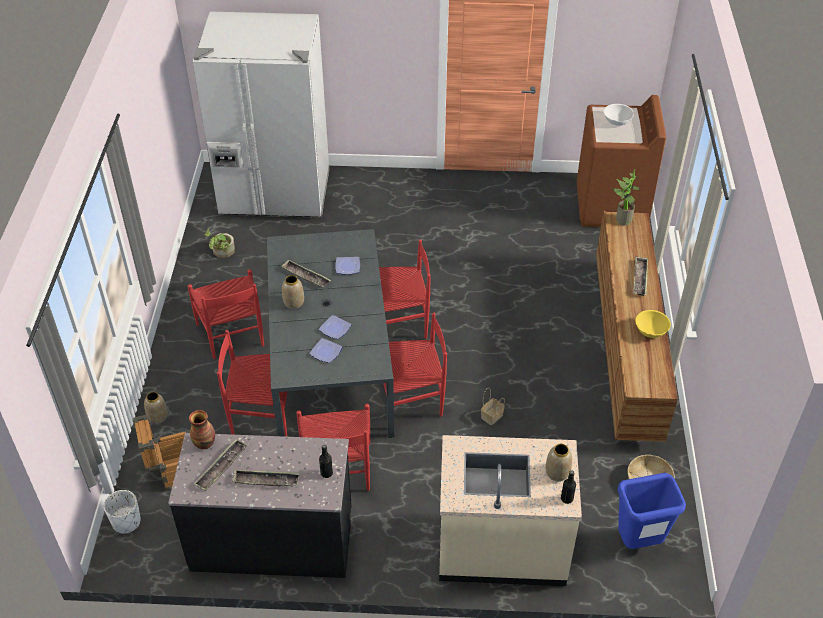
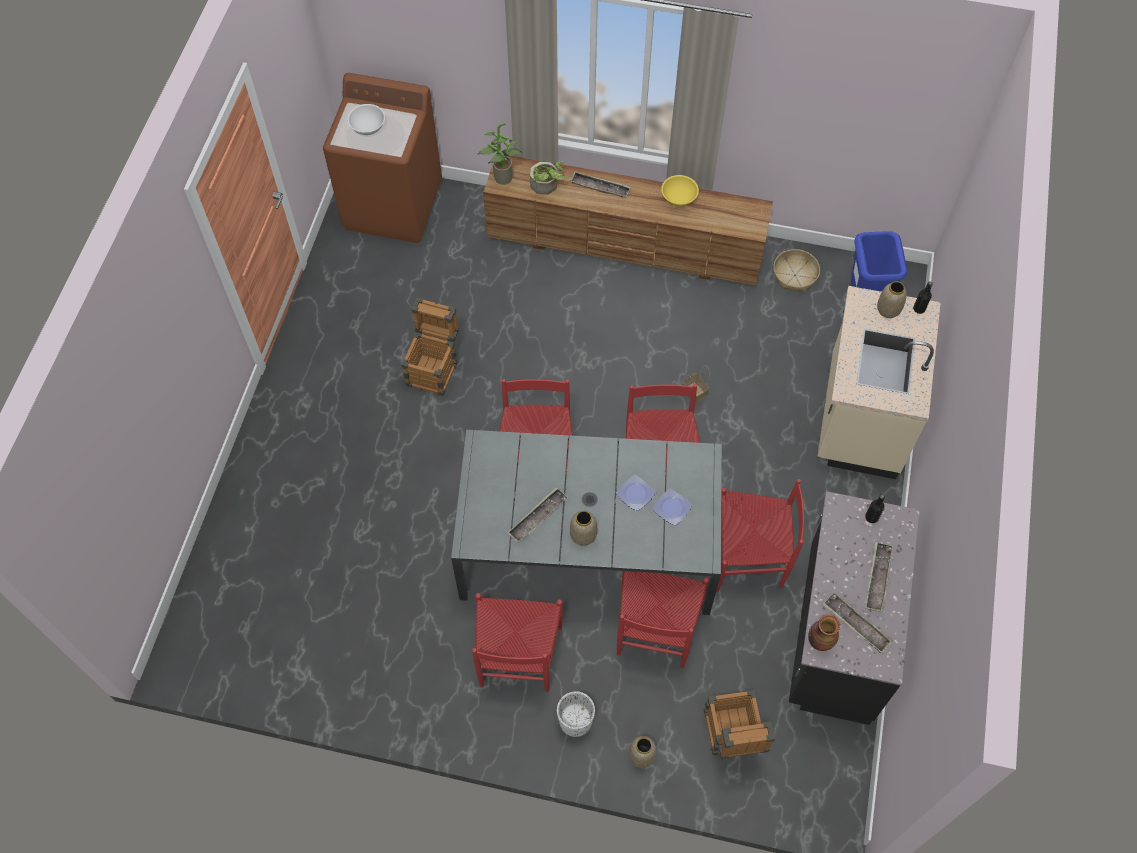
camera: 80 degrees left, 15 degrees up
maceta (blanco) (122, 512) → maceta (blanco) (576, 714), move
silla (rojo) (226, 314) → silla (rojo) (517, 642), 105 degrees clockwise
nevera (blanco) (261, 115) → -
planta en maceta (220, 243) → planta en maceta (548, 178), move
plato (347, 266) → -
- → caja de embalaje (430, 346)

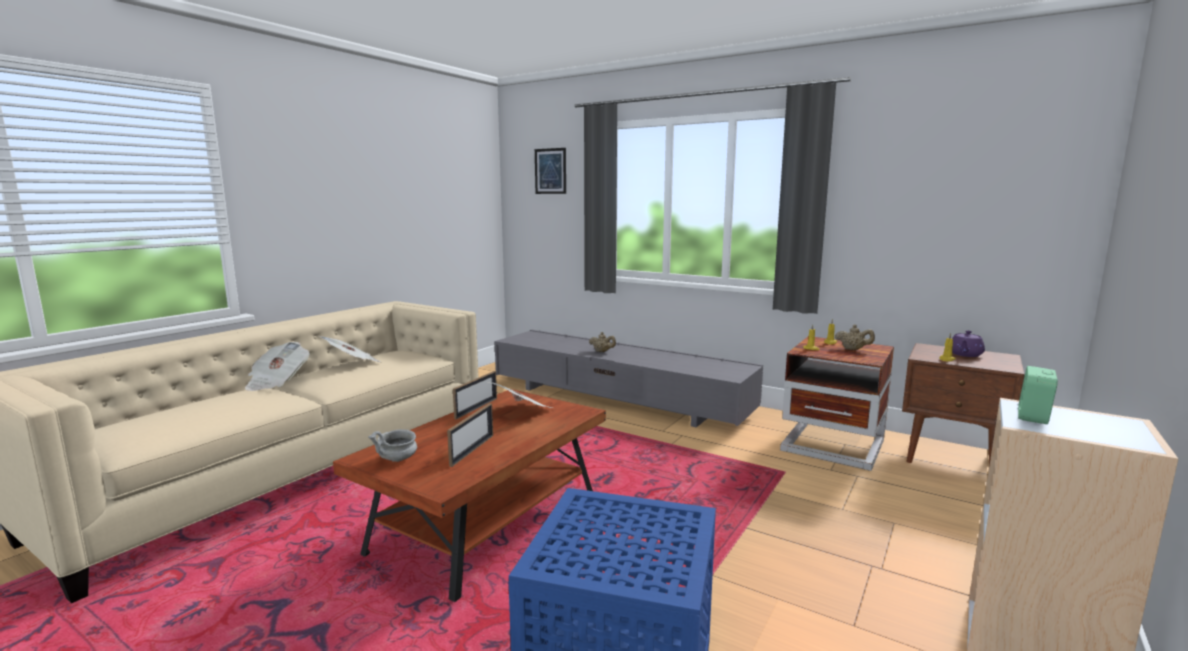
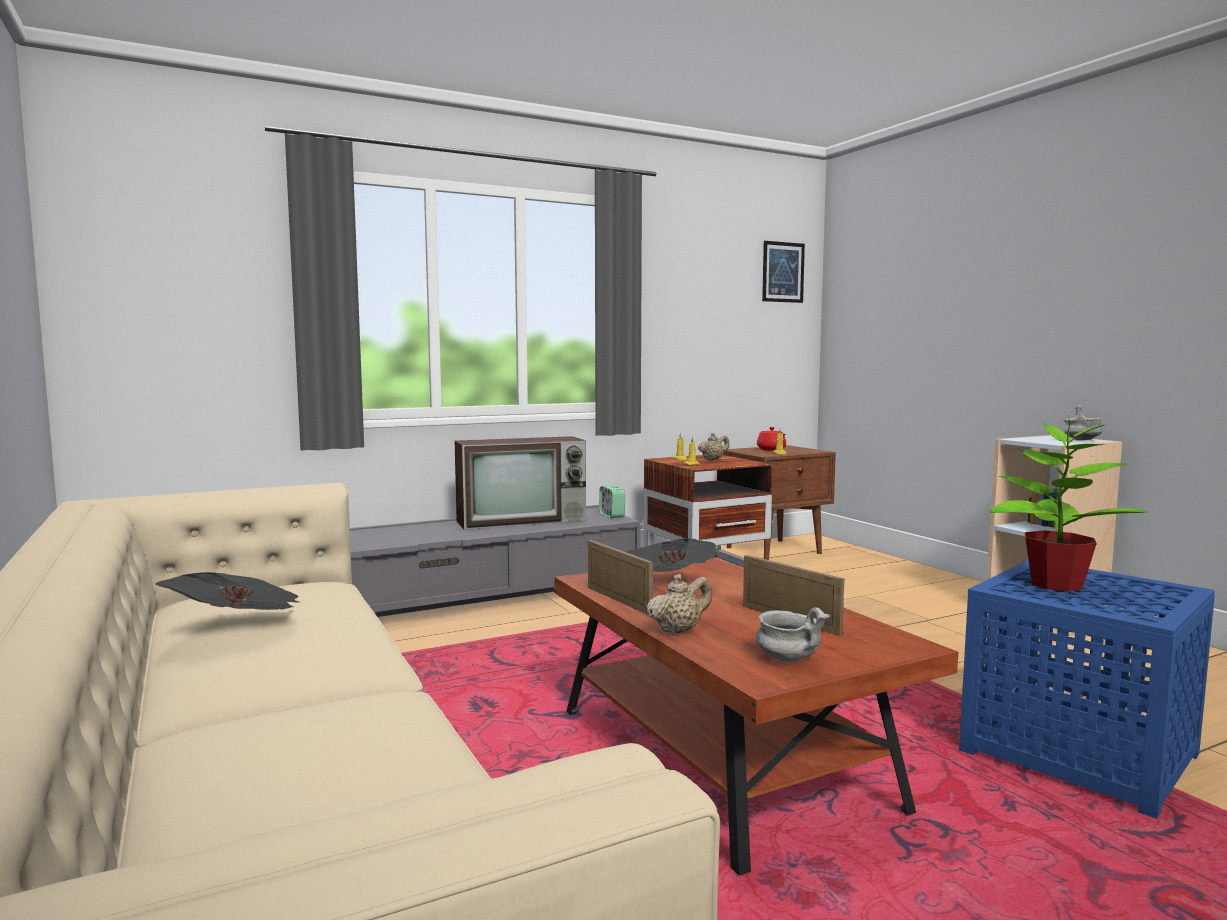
camera: 60 degrees left, 5 degrees down
periódico (277, 366) → -
cuadro (550, 171) → cuadro (783, 272), move
tetera (beis) (602, 342) → tetera (beis) (679, 604), move
tetera (morado) (968, 344) → tetera (rojo) (771, 439)
despertador (1038, 395) → despertador (612, 502), move
- → televisor (520, 483)
- → planta en maceta (1069, 503)
- → cuenco (gris) (1083, 422)

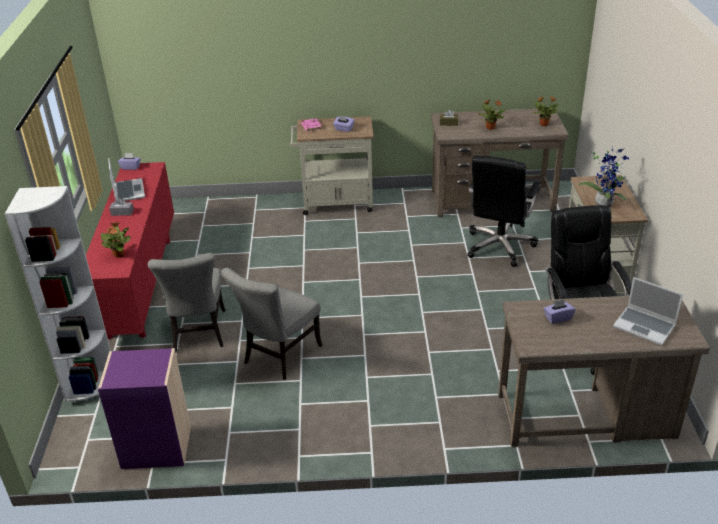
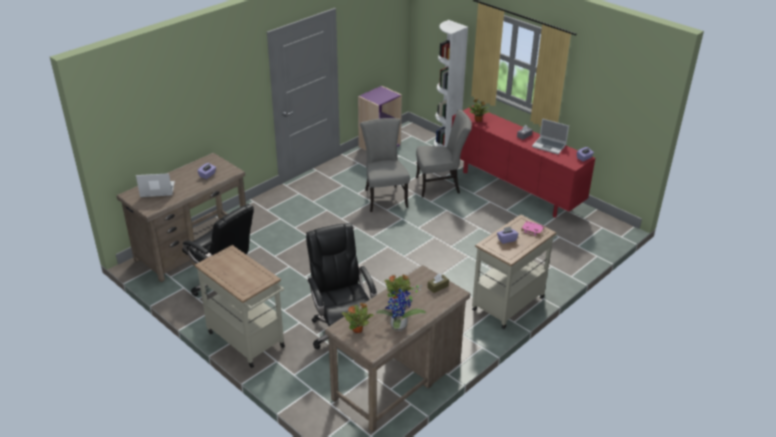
camera: 135 degrees right, 0 degrees up
silla (gris) (186, 302) → silla (gris) (444, 154), 135 degrees clockwise
planta en maceta (603, 176) → planta en maceta (401, 308), move

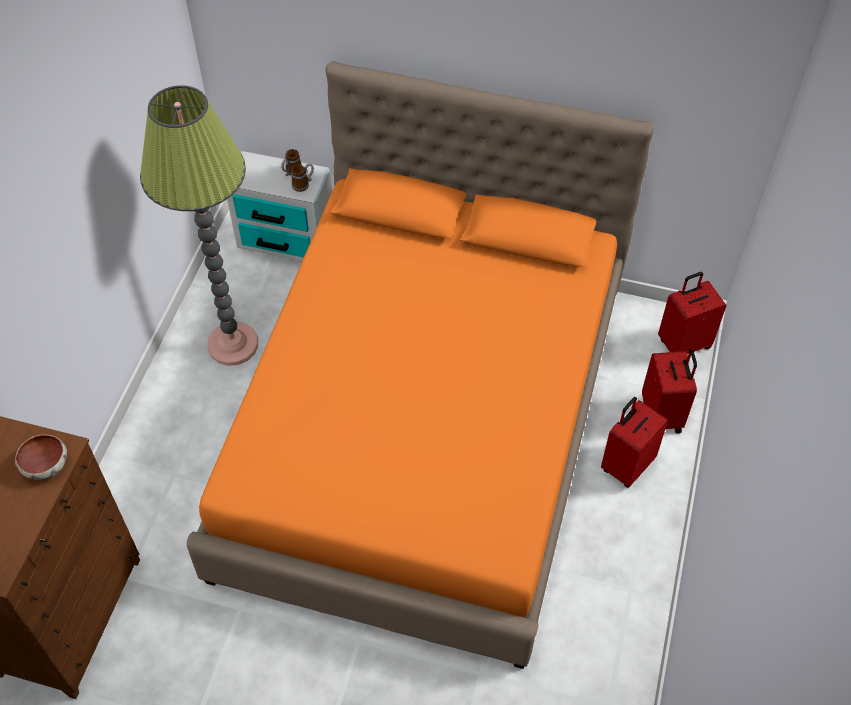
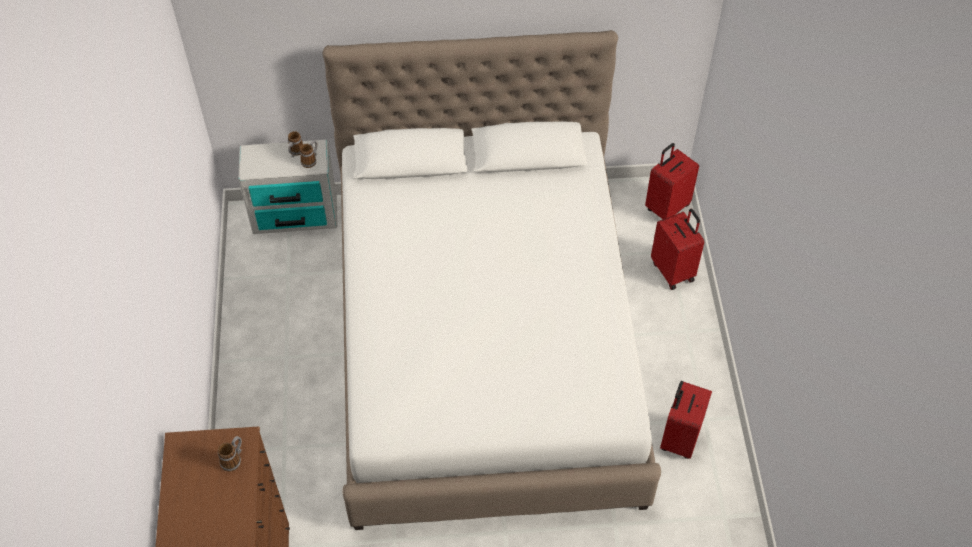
camera: 20 degrees left, 0 degrees up
cuenco (41, 457) → taza grande (230, 454)
lámpara de pie (199, 225) → -
cama (naranja) (420, 365) → cama (blanco) (491, 280)
maleta (rojo) (634, 442) → maleta (rojo) (686, 420), move

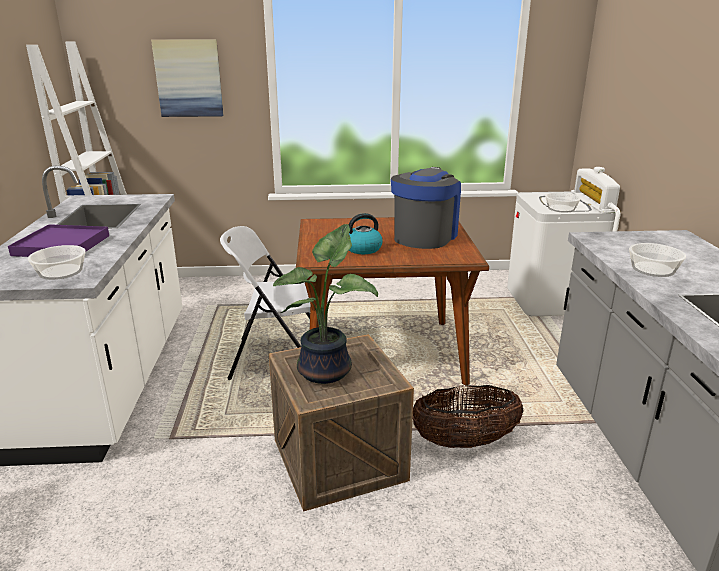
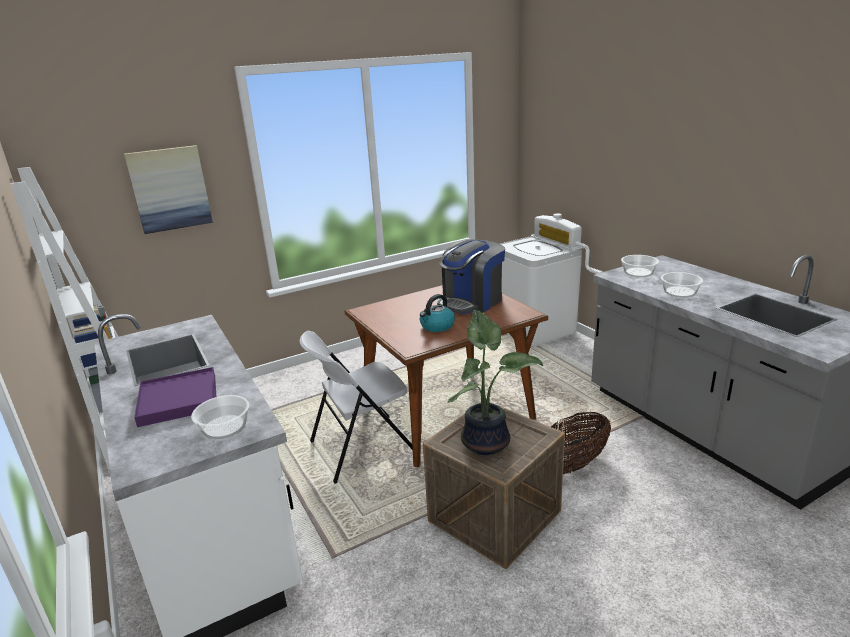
camera: 25 degrees left, 0 degrees up
cafetera (426, 208) → cafetera (471, 277), 135 degrees counterclockwise
cuenco (563, 202) → cuenco (640, 266), move

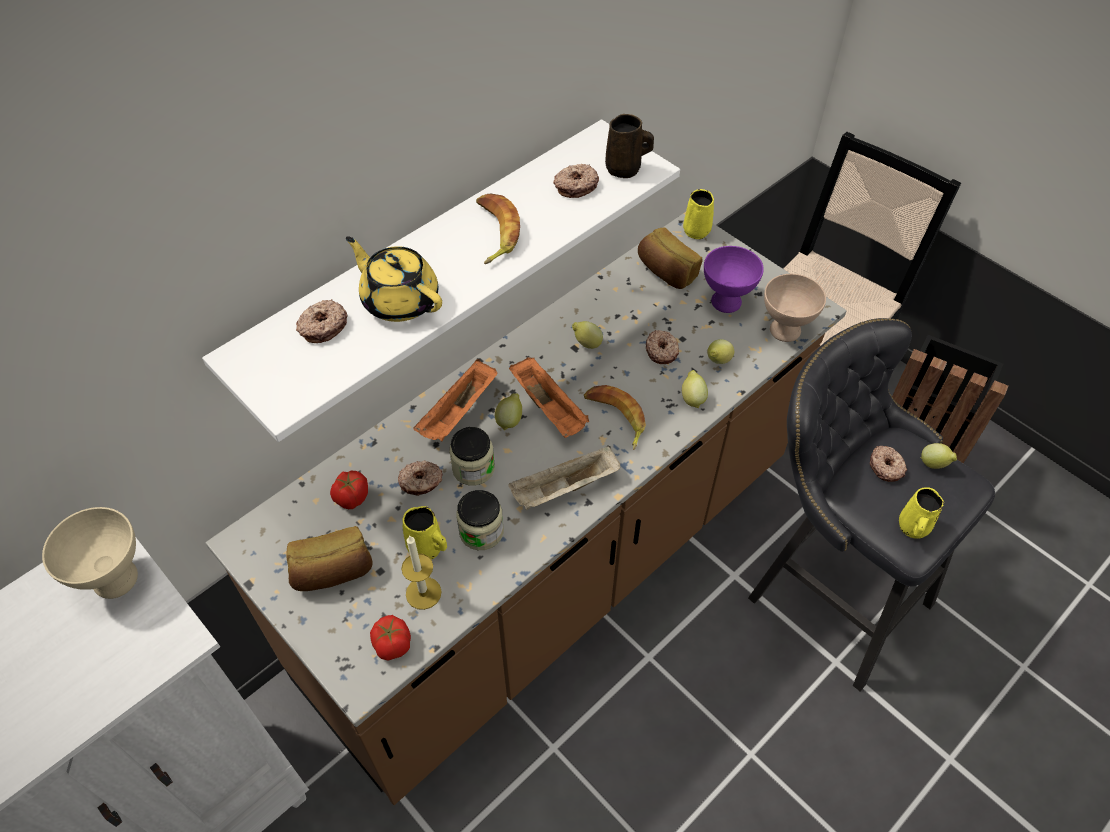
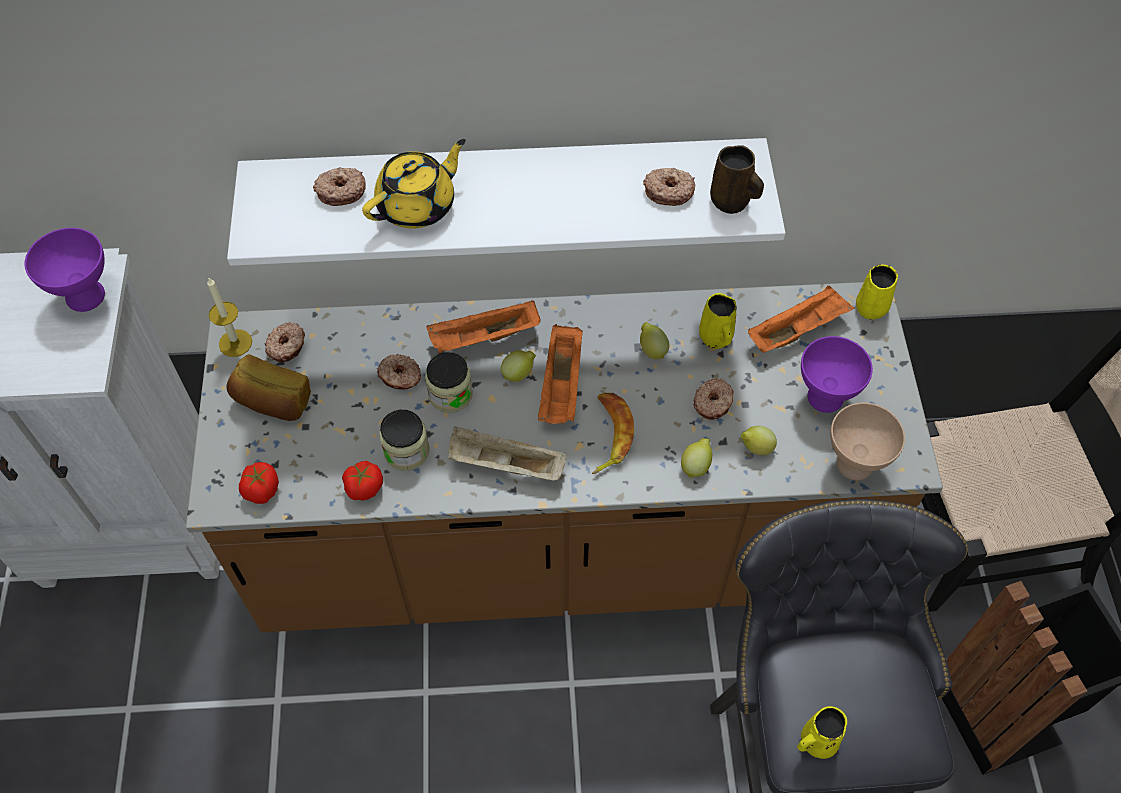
camera: 40 degrees right, 5 degrees up
cuenco (beis) (90, 553) → cuenco (morado) (65, 270)
tomate (349, 490) → tomate (362, 481), move
tetera (amarillo) (394, 279) → tetera (amarillo) (414, 184), 60 degrees clockwise
vela (421, 572) → vela (229, 317), move
taza grande (amarillo) (424, 533) → taza grande (amarillo) (718, 321), move
plátano (498, 229) → -
pan (670, 258) → bandeja (naranja) (801, 319)
rosquilla (888, 464) → rosquilla (285, 342), move
limón (938, 456) → -

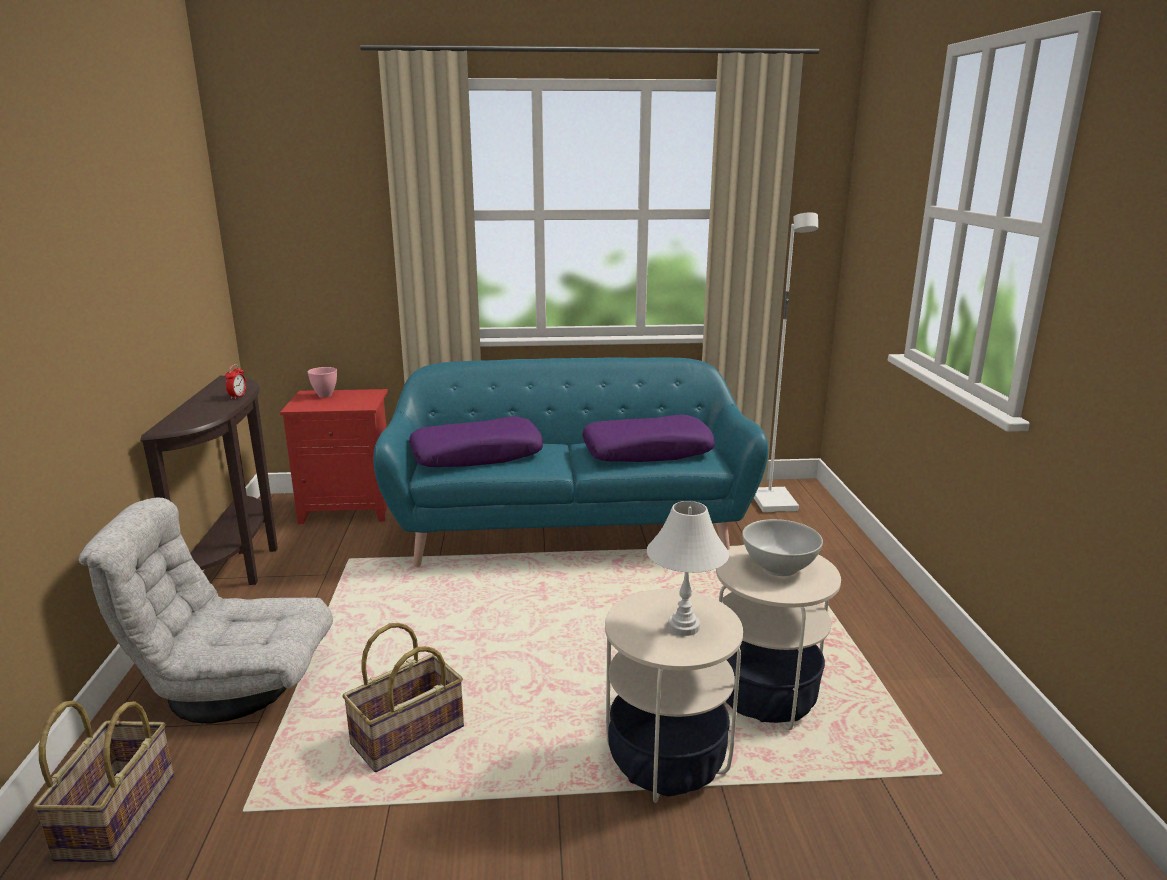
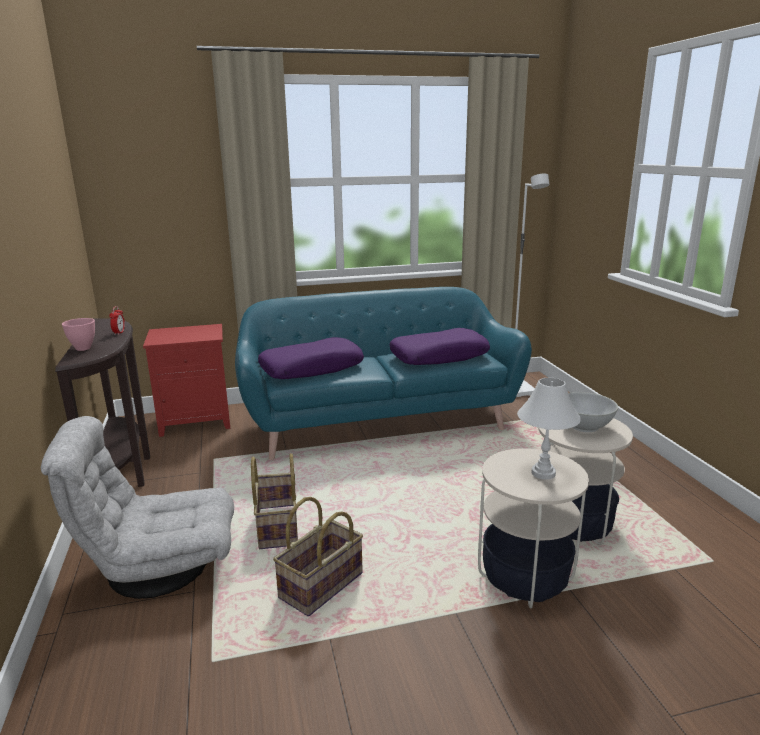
camera: 10 degrees left, 0 degrees up
cesta (103, 781) → cesta (274, 501), move
cuenco (rosa) (322, 382) → cuenco (rosa) (78, 334), move

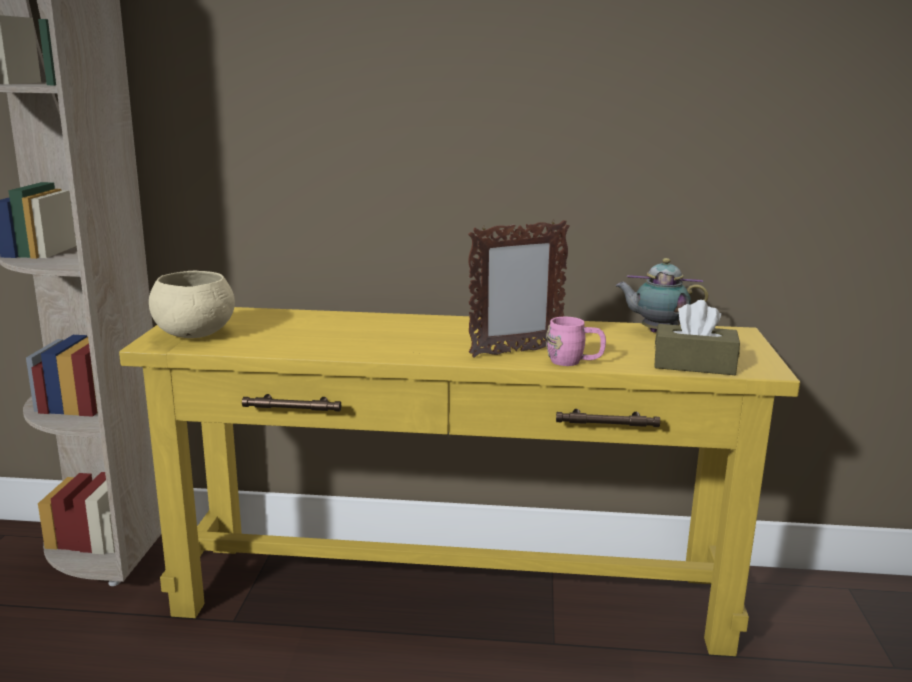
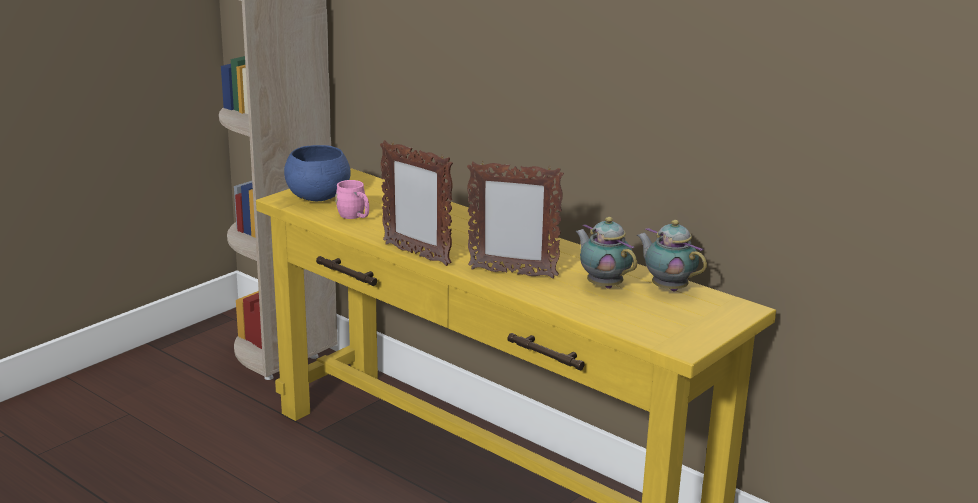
camera: 35 degrees right, 5 degrees up
cuenco (beis) (192, 304) → cuenco (azul) (317, 173)
taza grande (rosa) (576, 341) → taza grande (rosa) (352, 199), move
caja de pañuelos (marrón) (697, 337) → -
- → portarretratos (416, 203)
- → tetera (606, 253)

